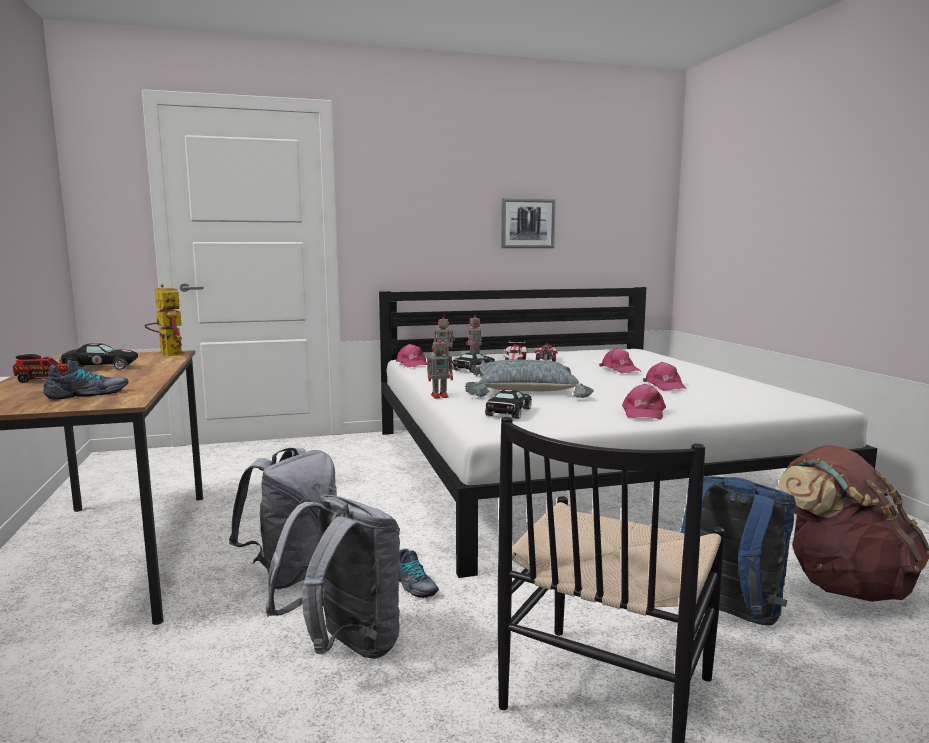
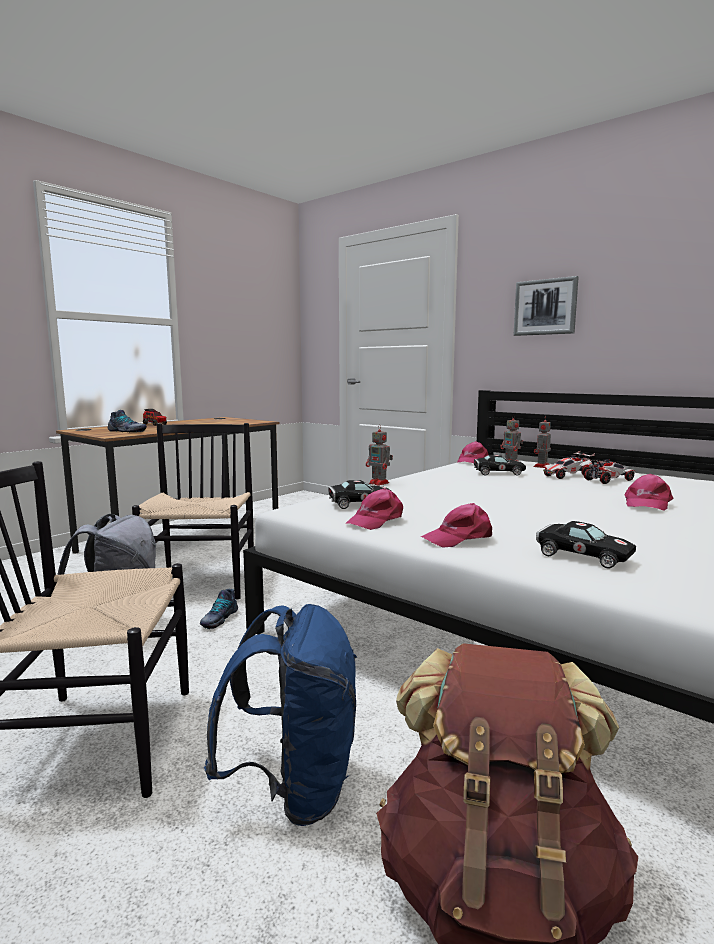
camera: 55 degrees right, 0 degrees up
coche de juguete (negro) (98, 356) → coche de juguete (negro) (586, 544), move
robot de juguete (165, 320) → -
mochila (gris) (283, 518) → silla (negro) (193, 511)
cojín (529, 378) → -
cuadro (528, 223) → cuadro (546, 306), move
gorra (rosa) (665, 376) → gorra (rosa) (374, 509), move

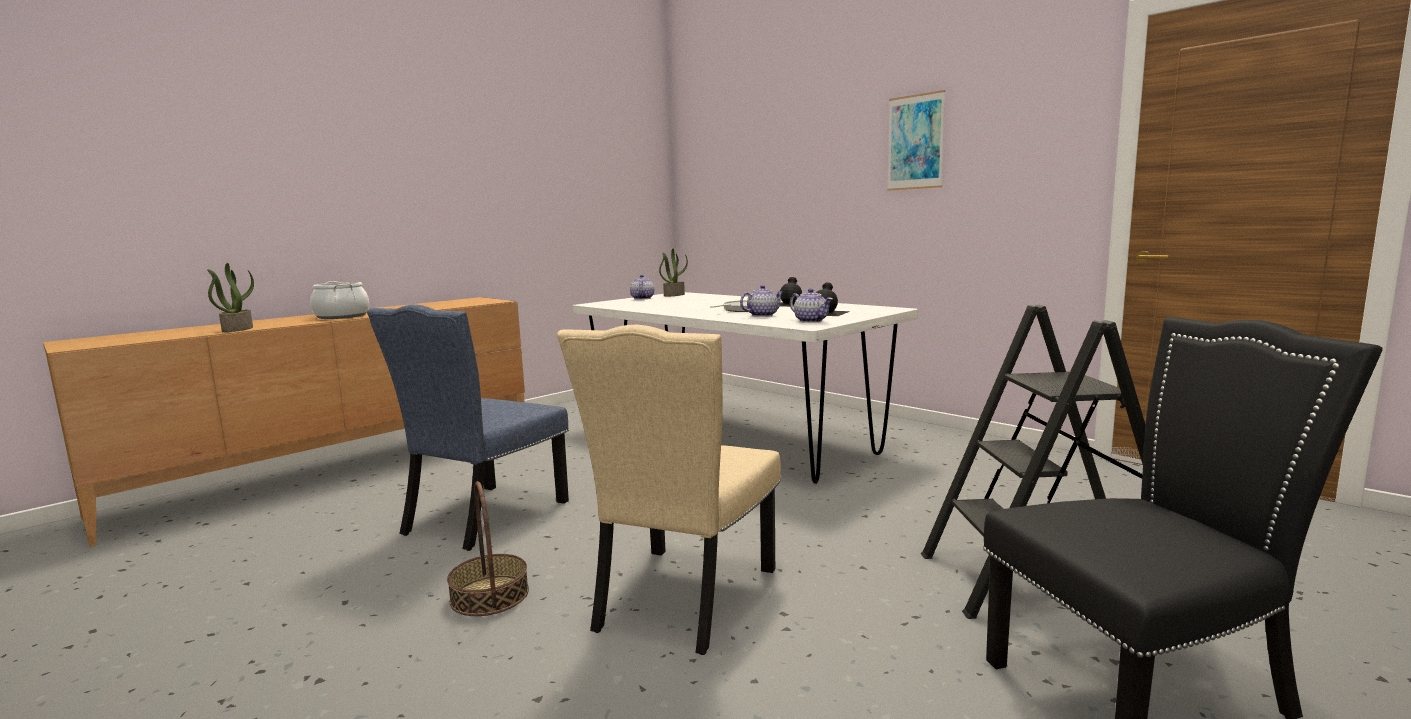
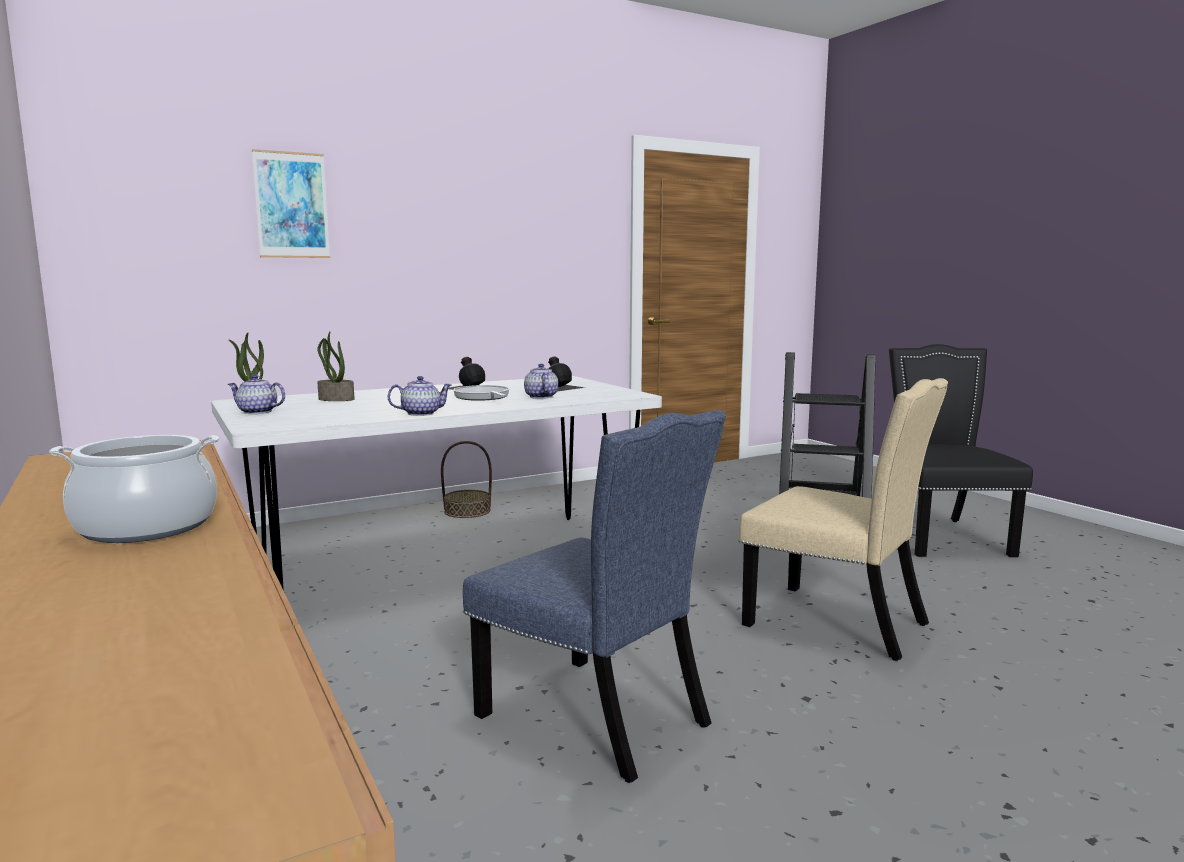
camera: 75 degrees left, 0 degrees up
planta en maceta (230, 297) → planta en maceta (336, 366), move
cesta (488, 548) → cesta (466, 479), move
tetera (811, 305) → tetera (420, 396), move
cuadro (916, 140) → cuadro (291, 203), move

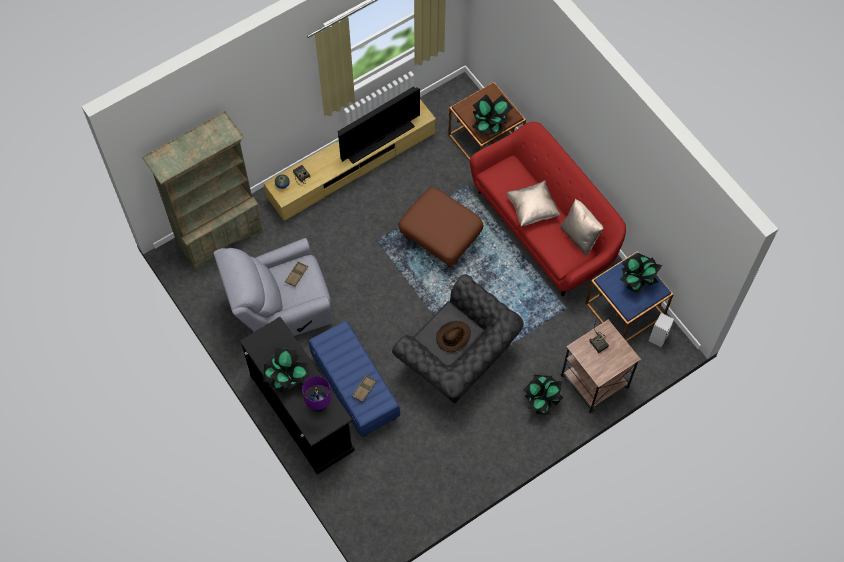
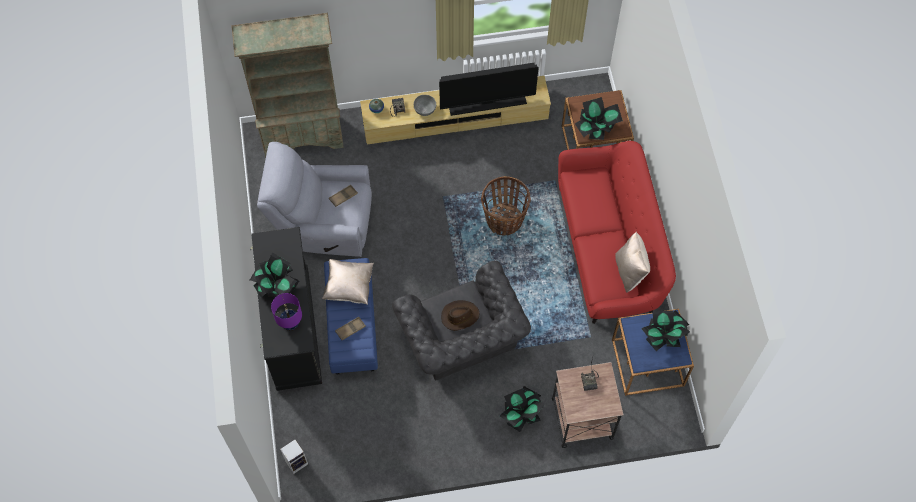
camera: 25 degrees right, 0 degrees up
puf (marrón) (441, 228) → cesta (506, 205)
cojín (beis) (533, 203) → cojín (beis) (348, 282), move
altavoz (661, 330) → altavoz (294, 457), move
- → cuenco (gris) (425, 105)

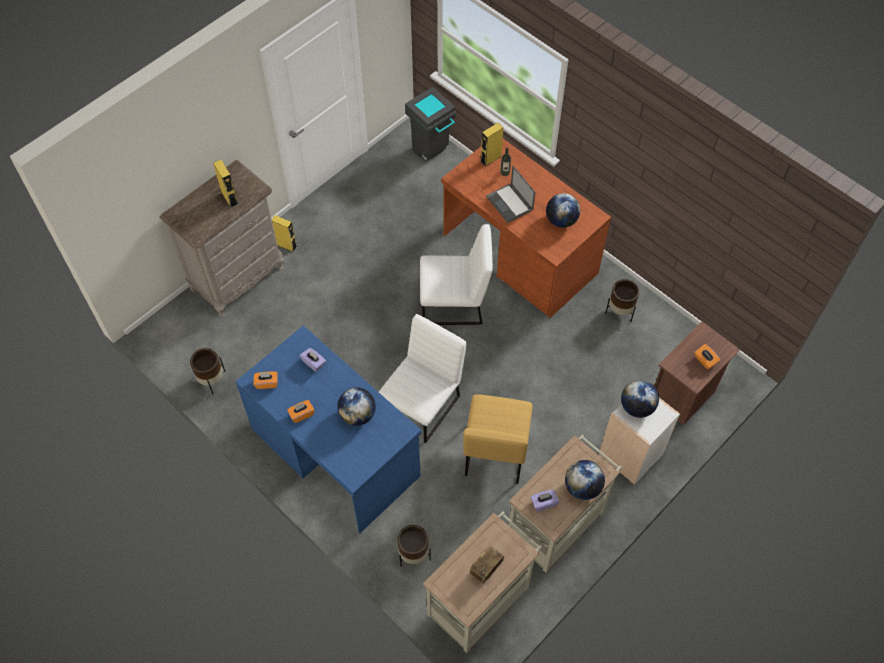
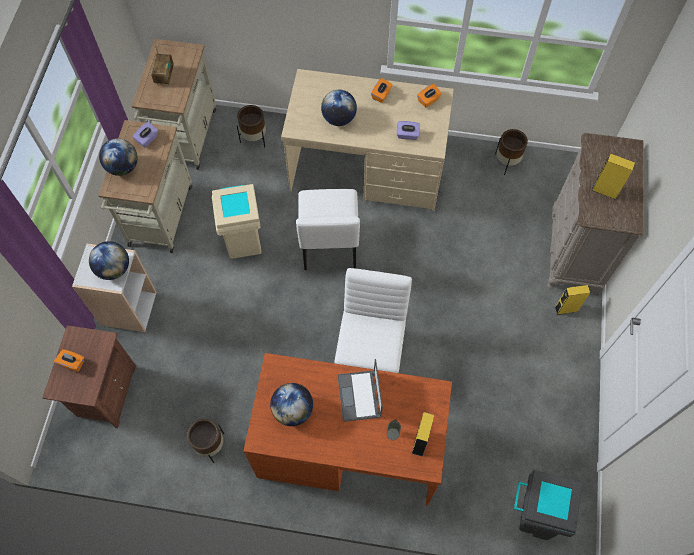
camera: 145 degrees right, 5 degrees up
escritorio (azul) (328, 429) → escritorio (beis) (367, 140)
silla (blanco) (456, 274) → silla (blanco) (373, 320), 135 degrees clockwise
silla (amarillo) (498, 439) → papelera (beis) (237, 221)
portátil (510, 194) → portátil (360, 390), 120 degrees counterclockwise

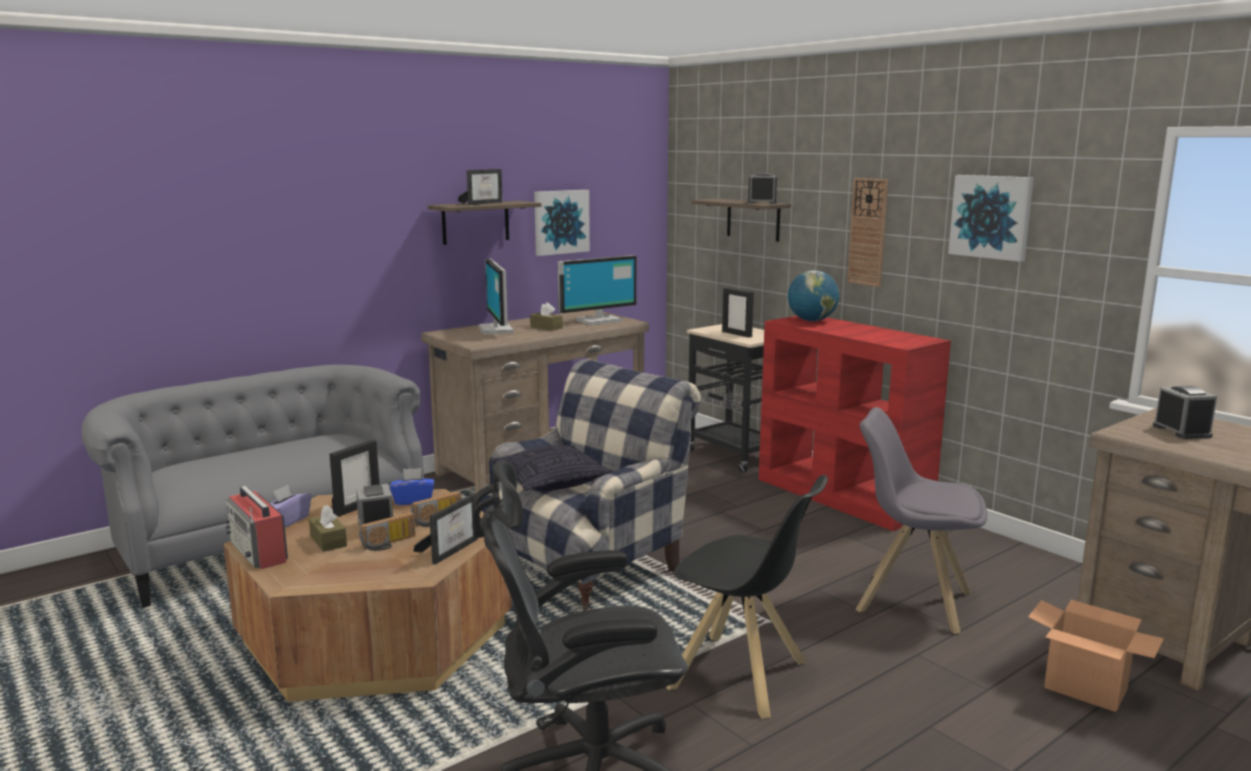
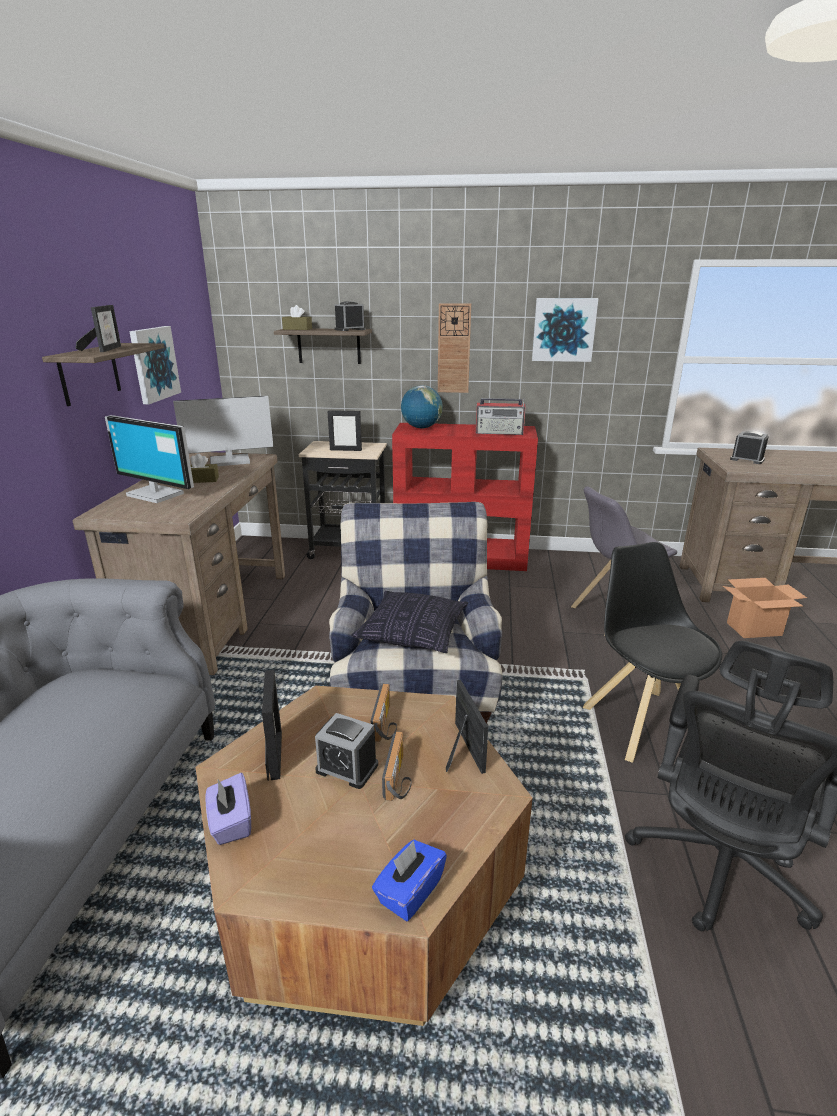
camera: 45 degrees left, 10 degrees up
radio (256, 527) → radio (501, 416), move
caja de pañuelos (marrón) (328, 528) → caja de pañuelos (marrón) (297, 317), move
caja de pañuelos (azul) (412, 486) → caja de pañuelos (azul) (409, 880), move
monitor (597, 290) → monitor (223, 431), 120 degrees counterclockwise
silla (negro) (747, 597) → silla (negro) (652, 652), 90 degrees counterclockwise

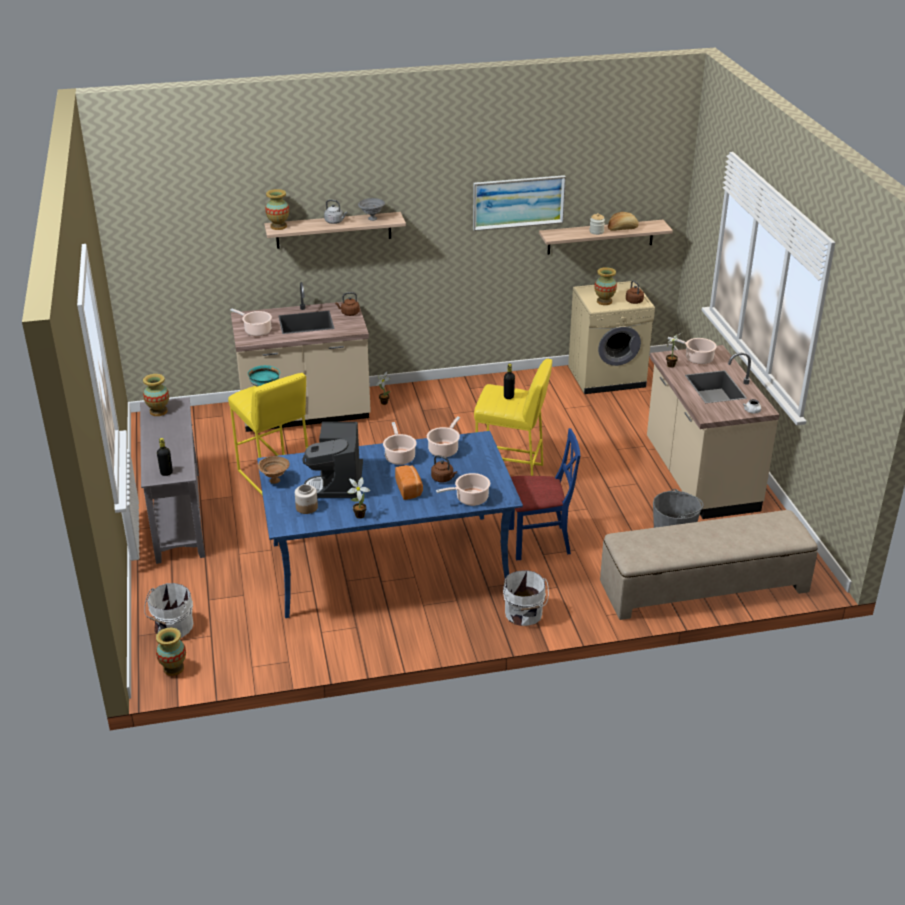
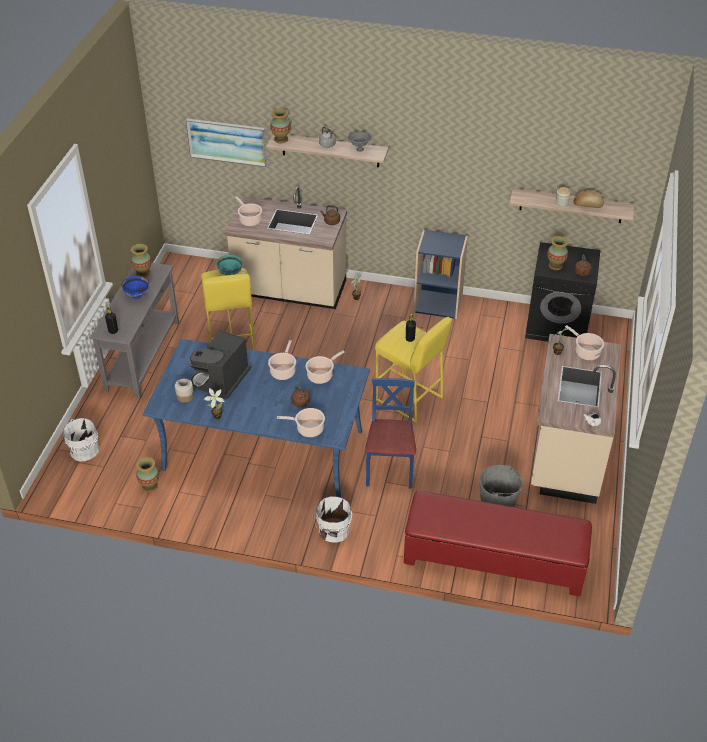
camera: 25 degrees right, 10 degrees up
florero (171, 652) → florero (147, 474), move
cuenco (marrón) (274, 470) → -
pan (409, 482) → -
cuadro (519, 203) → cuadro (226, 143), move
silla (azul) (544, 494) → silla (azul) (390, 433), 105 degrees counterclockwise
lavadora (beis) (611, 337) → lavadora (negro) (562, 292)
banco (beis) (708, 565) → banco (rojo) (498, 543)
- → cuenco (azul) (135, 287)
- → estantería (azul) (440, 274)

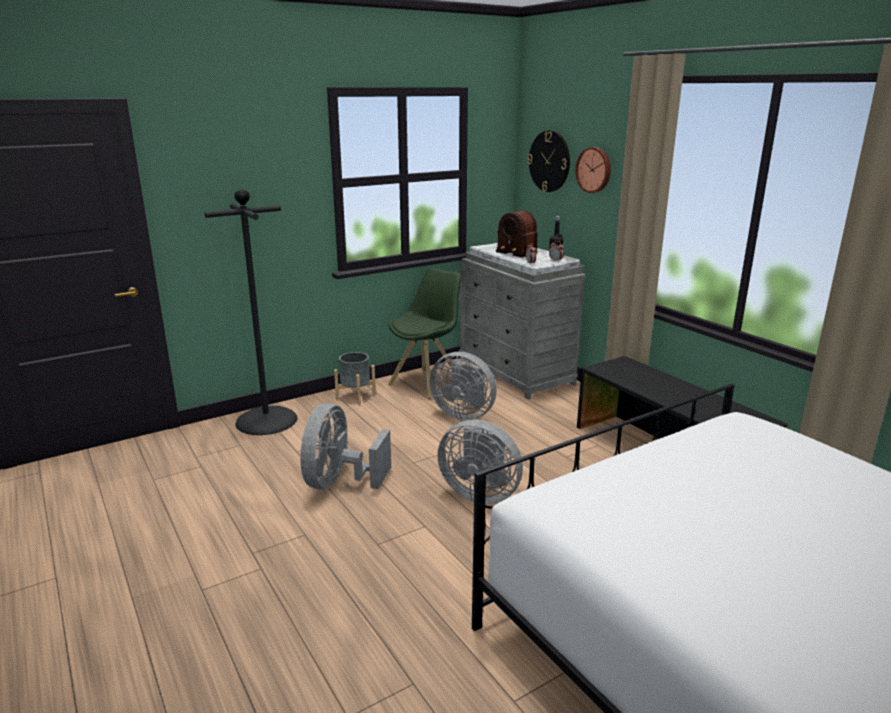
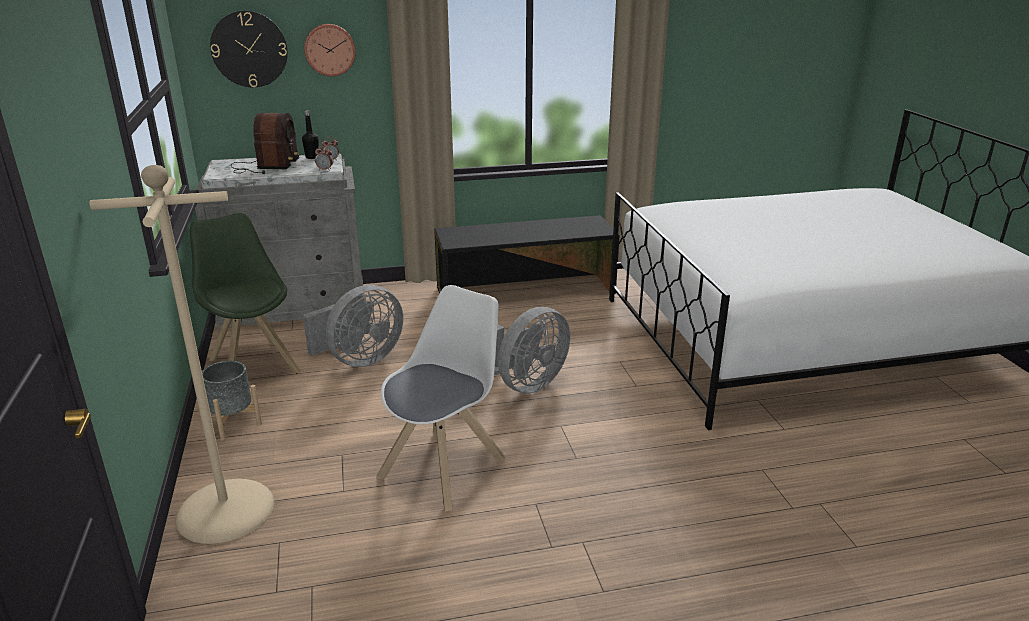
camera: 70 degrees left, 5 degrees up
perchero (negro) (250, 312) → perchero (beis) (181, 354)
ventilador (gris) (345, 446) → silla (440, 398)
radio (517, 233) → radio (265, 143), 60 degrees counterclockwise

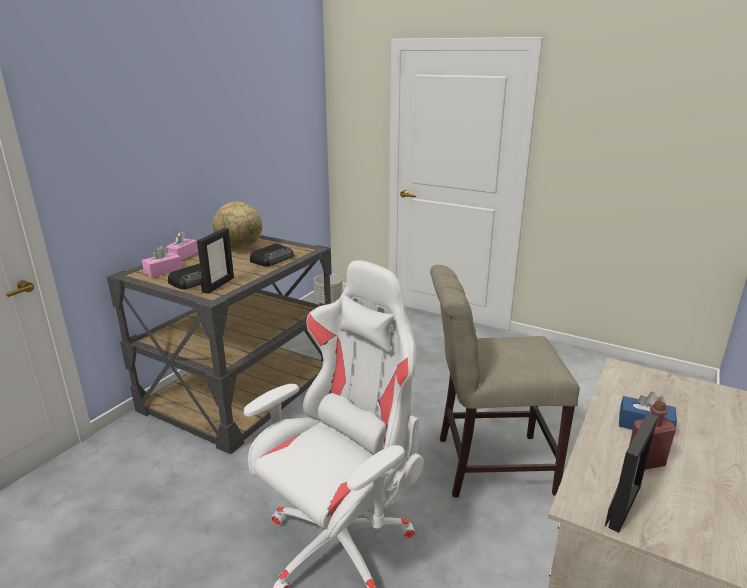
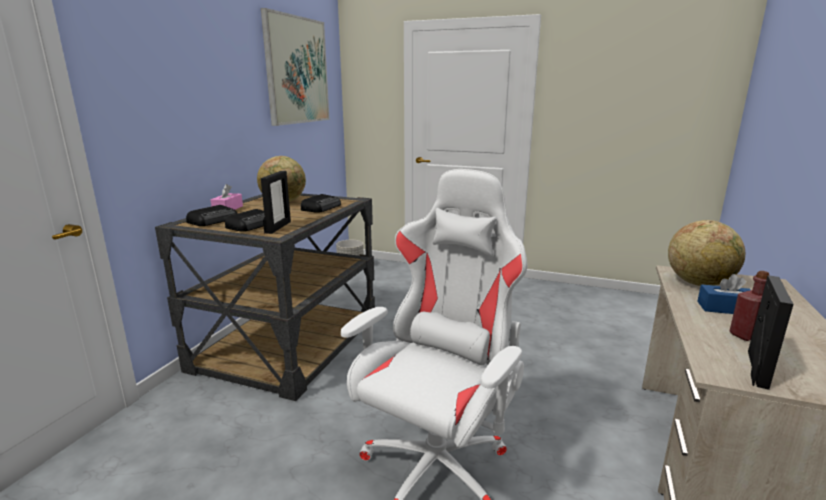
camera: 10 degrees left, 5 degrees down
caja de pañuelos (rosa) (162, 261) → radio (212, 215)
silla (beis) (505, 381) → -
- → cuadro (295, 67)
- → globo terráqueo (706, 253)

